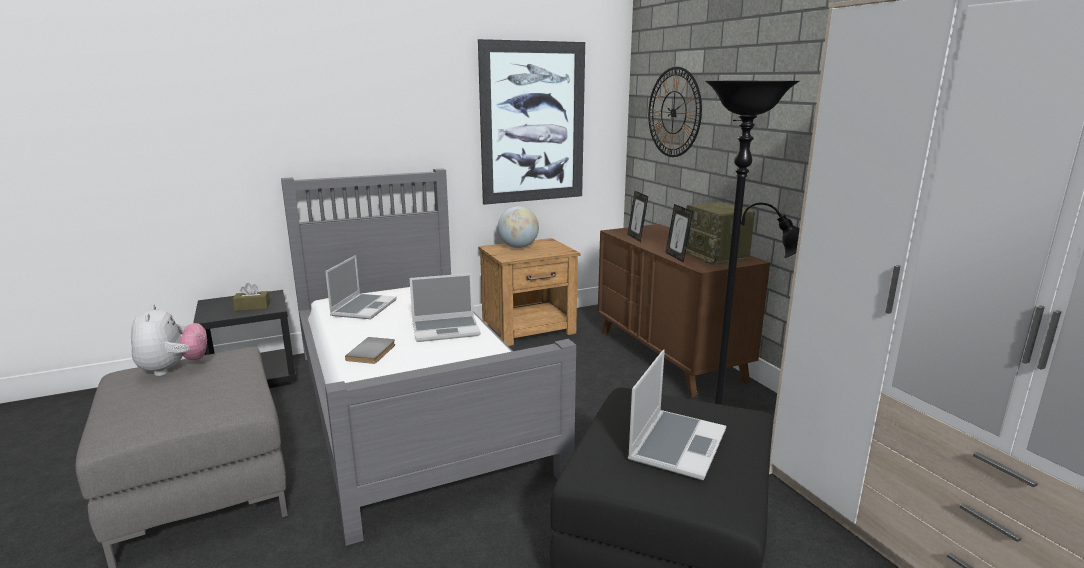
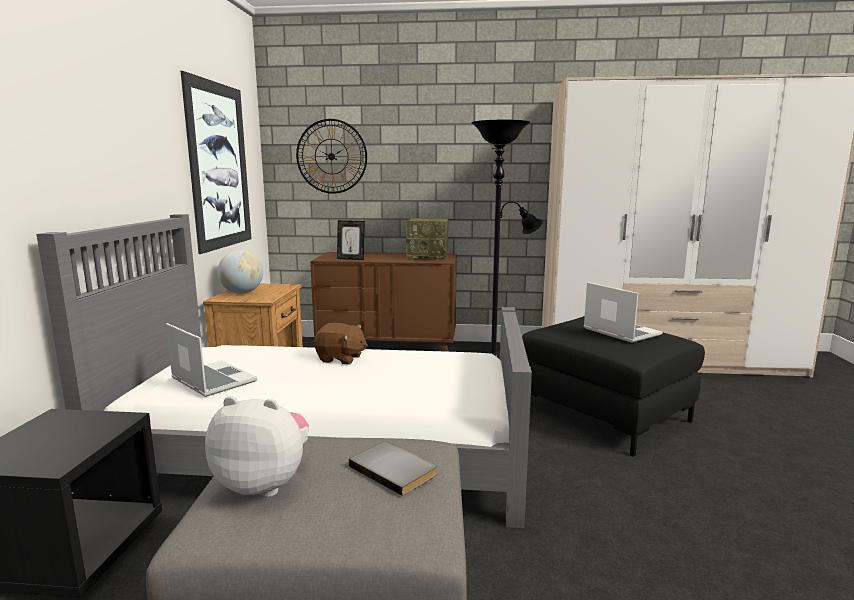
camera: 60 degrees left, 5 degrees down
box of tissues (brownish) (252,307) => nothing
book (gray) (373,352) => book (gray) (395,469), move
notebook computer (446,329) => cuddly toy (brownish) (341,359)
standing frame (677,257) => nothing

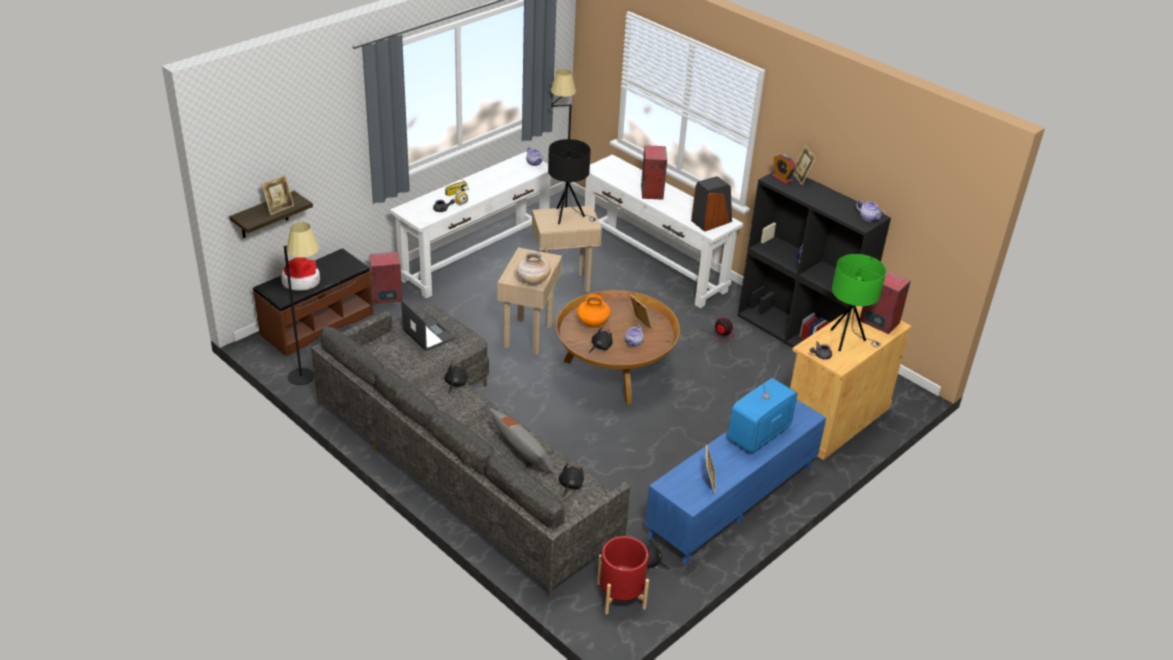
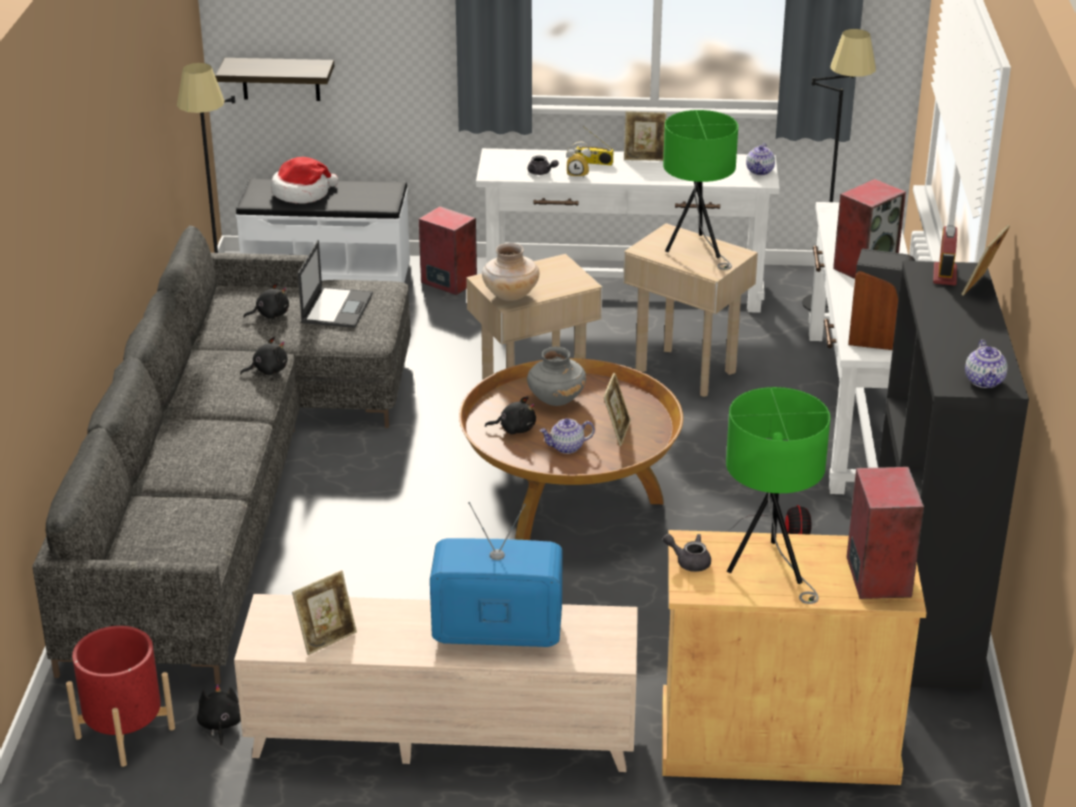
camera: 50 degrees right, 5 degrees down
indoor bench (brownish) (316,323) => indoor bench (whitish) (327,273)
standing frame (279,208) => standing frame (644,157), move
pillow (gray) (522,454) => nothing
lamp for a table (blackish) (568,217) => lamp for a table (green) (697,250)
cuddly toy (blackish) (570,485) => cuddly toy (blackish) (270,315), move
flower vase (orange) (592,323) => flower vase (gray) (556,399)
tv unit (blue) (732,501) => tv unit (beige) (443,733)

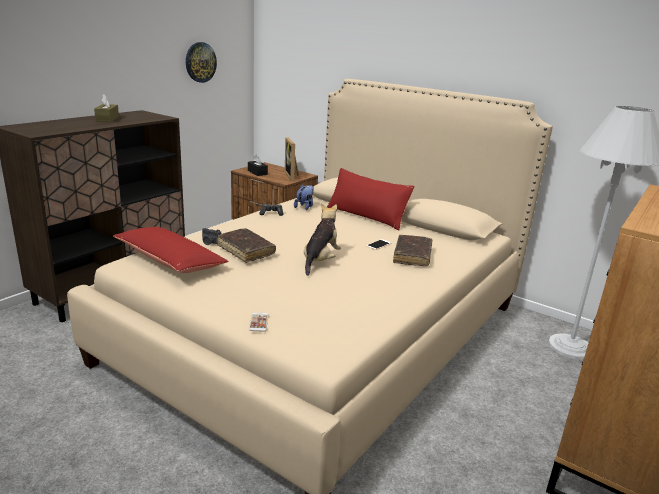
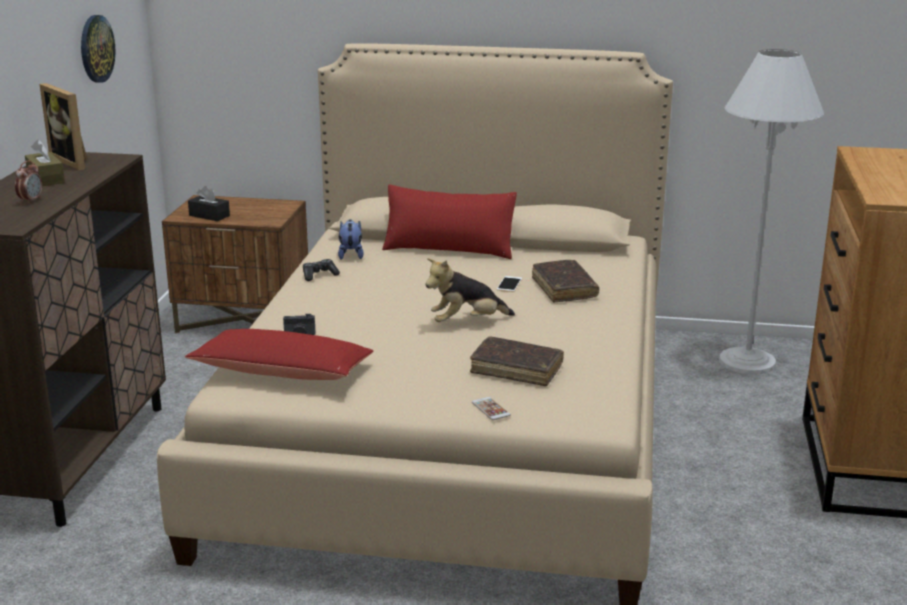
camera: 25 degrees left, 0 degrees up
book (brownish) (246,250) => book (brownish) (516,369), move
standing frame (292,176) => standing frame (74,161), move
cuddly toy (320,261) => cuddly toy (467,322), 105 degrees counterclockwise
nothing => bedside clock (31,201)

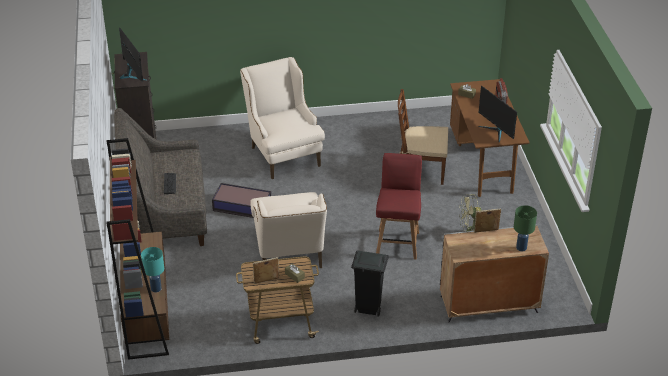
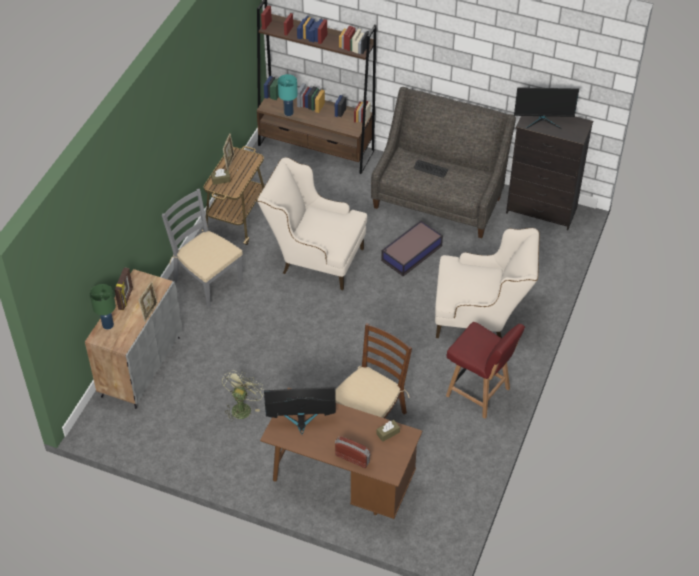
camera: 120 degrees right, 10 degrees up
waste bin (blackish) (368,308) => plain chair (gray) (207,281)
plain chair (red) (397,243) => plain chair (red) (479,393), move
nothing => standing frame (126,299)

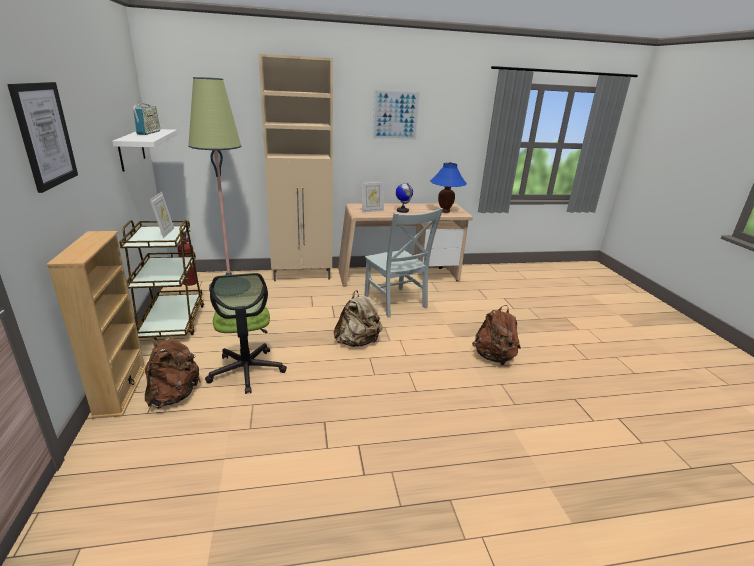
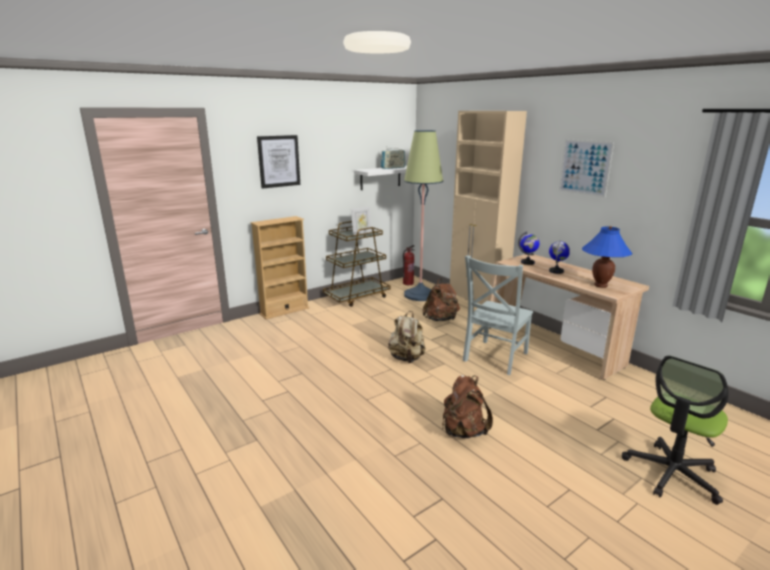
camera: 65 degrees right, 5 degrees down
rucksack (brownish) (174,395) => rucksack (brownish) (441,319), move
computer chair (246,371) => computer chair (671,474), move
standing frame (372,211) => desk globe (527,262)

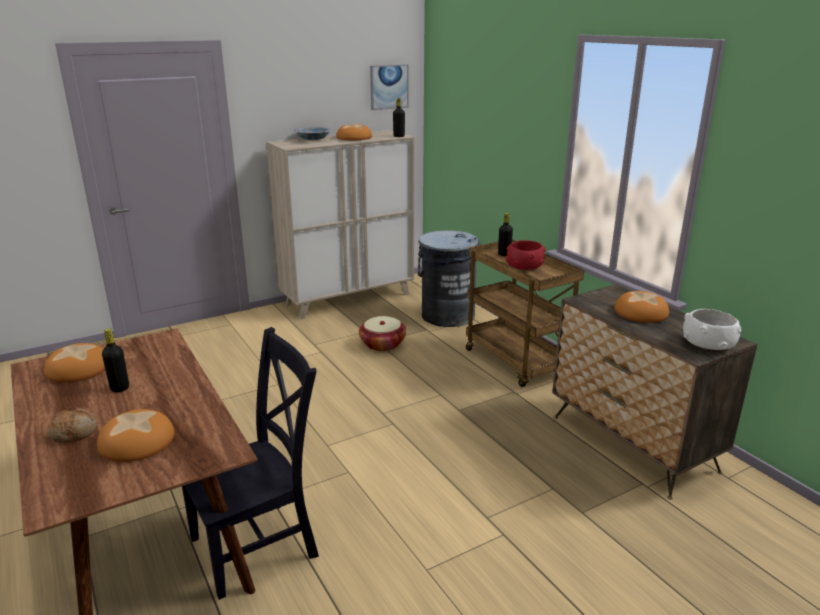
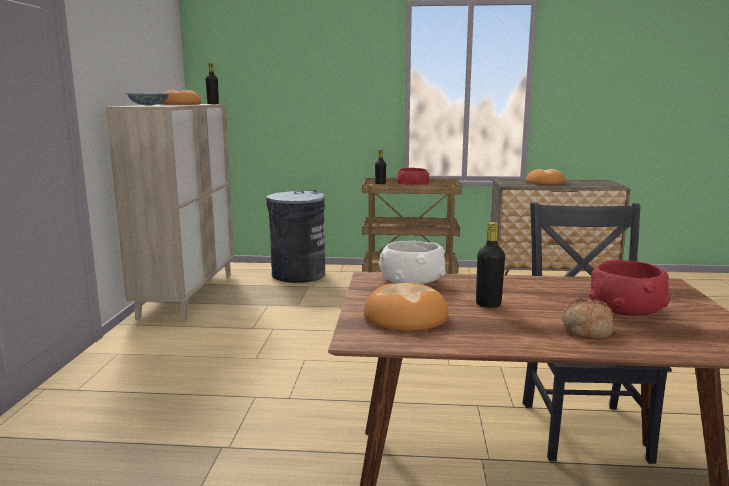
camera: 55 degrees left, 10 degrees down
bakery bread (136,442) => serving bowl (red) (627,309)
basket (382,344) => nothing
wall picture (389,87) => nothing
serving bowl (whitish) (707,344) => serving bowl (whitish) (411,281), move

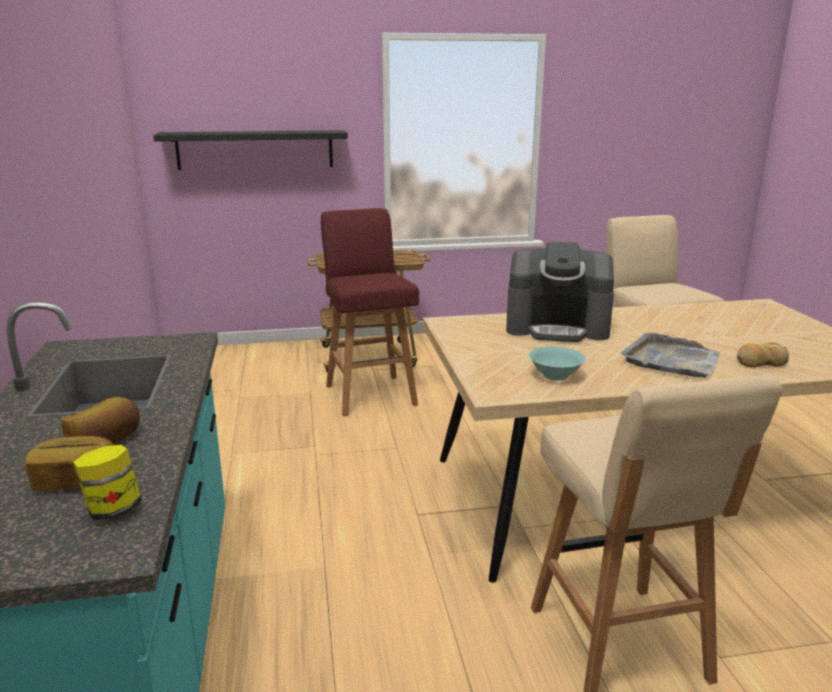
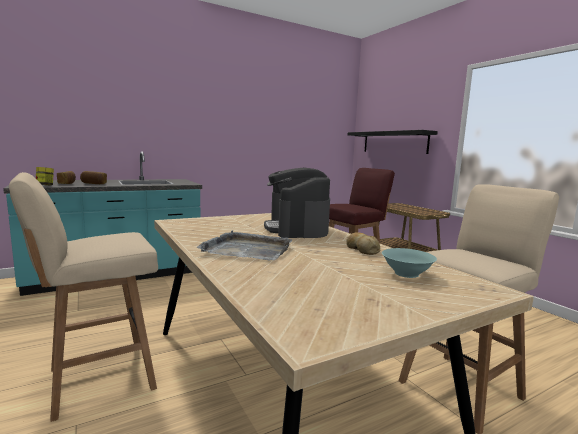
camera: 70 degrees right, 10 degrees down
serving bowl (turquoise) (556,376) => serving bowl (turquoise) (406,274), move
bakery bread (760,363) => bakery bread (362,249), move

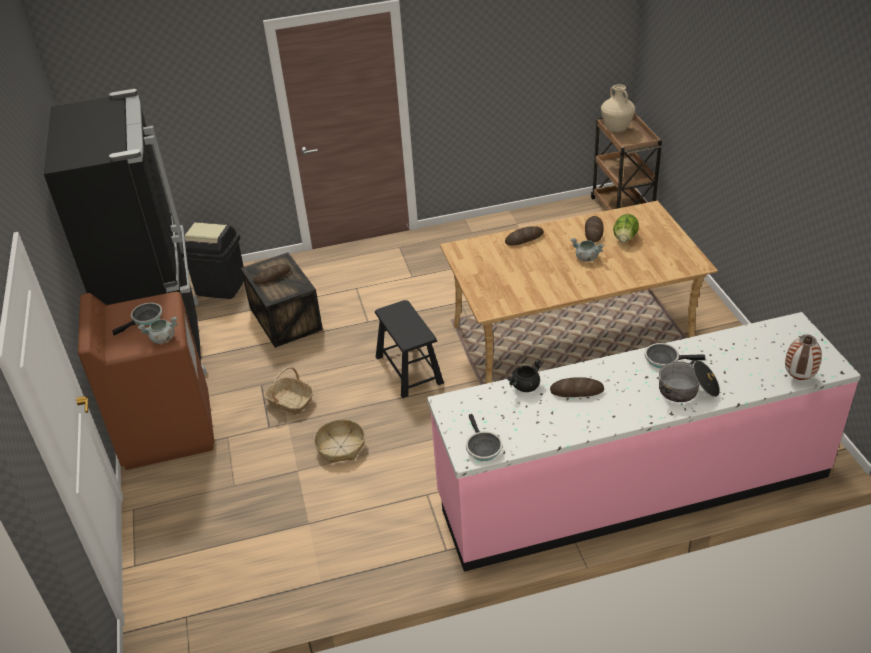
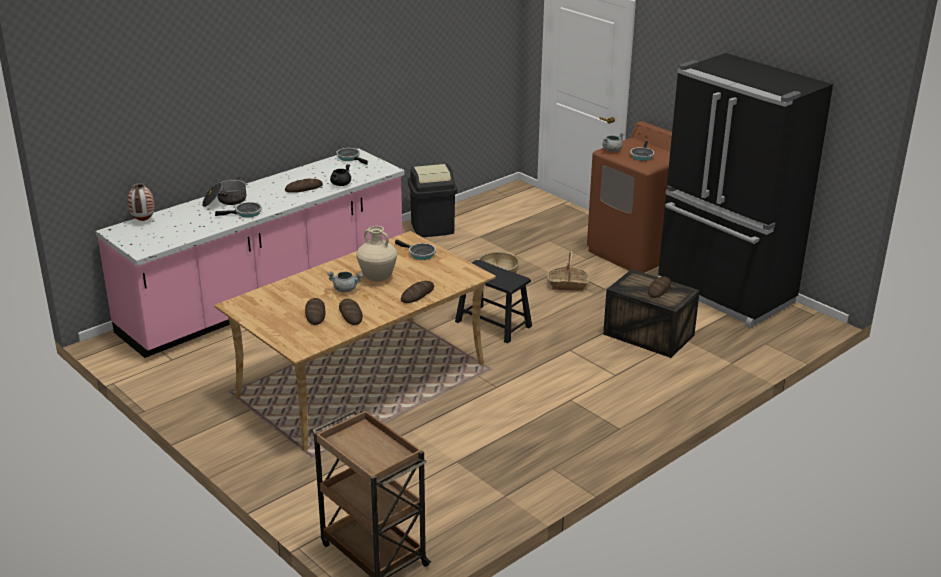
camera: 150 degrees right, 10 degrees down
waste bin (blackish) (220,286) => waste bin (blackish) (432,228), move
flower vase (beige) (616,129) => flower vase (beige) (378,278), move
head of lettuce (625,238) => bakery bread (315,314)
nothing => skillet (420,254)

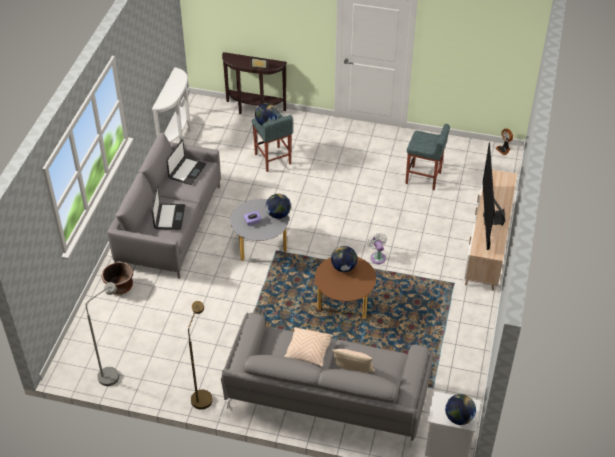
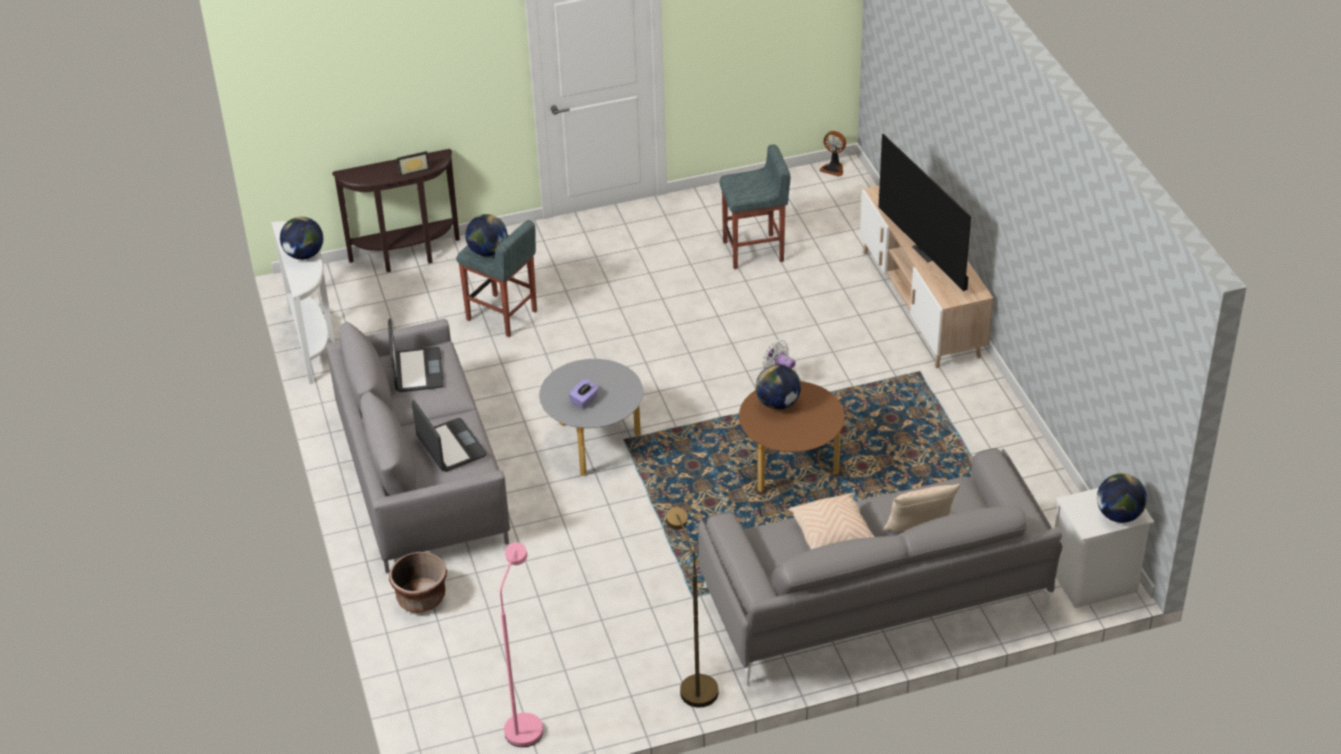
camera: 30 degrees left, 5 degrees down
floor lamp (gray) (112,373) => floor lamp (pink-coloured) (525,723)
desk globe (278,215) => desk globe (304,255), move

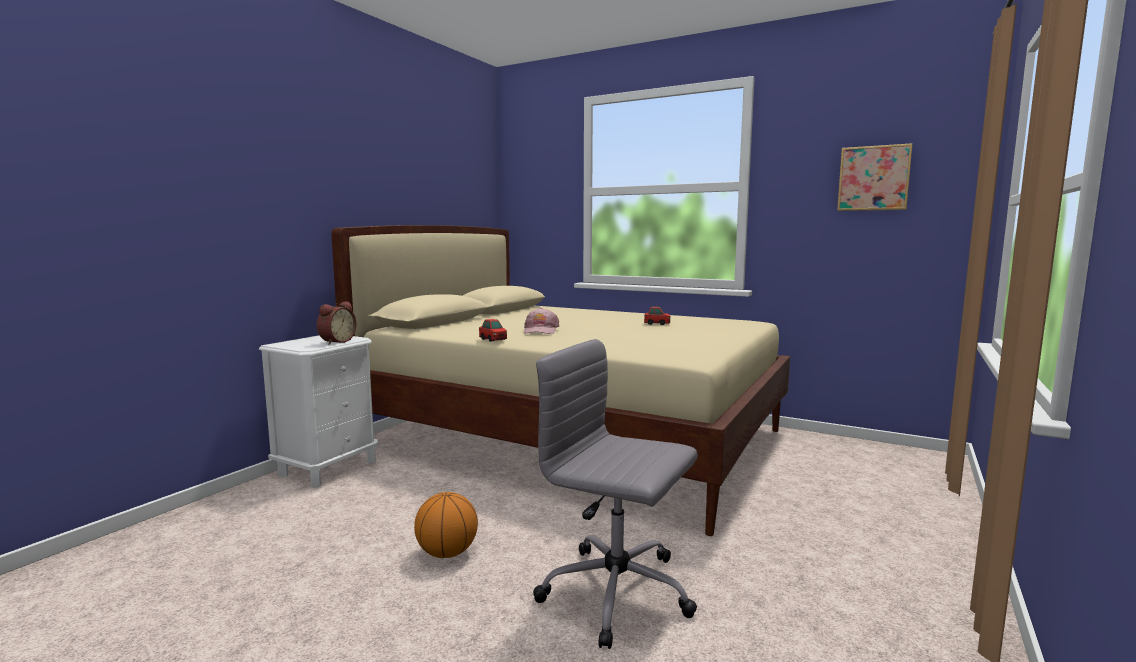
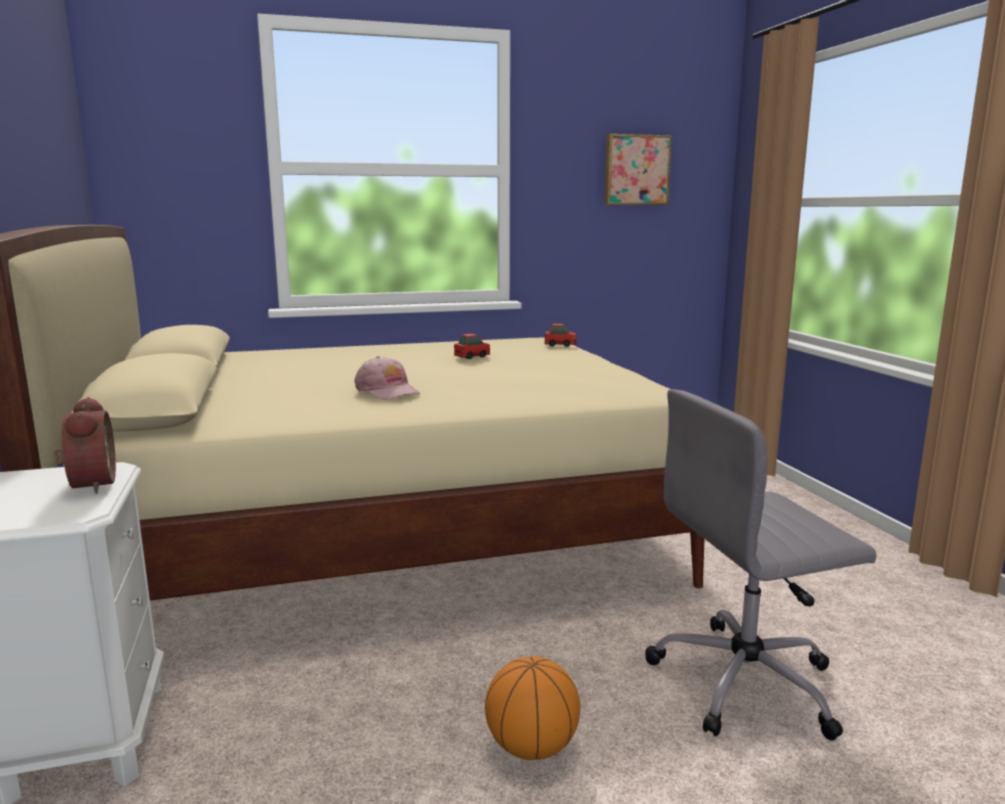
camera: 45 degrees left, 5 degrees up
miniature car (493,339) => miniature car (560,345), move

